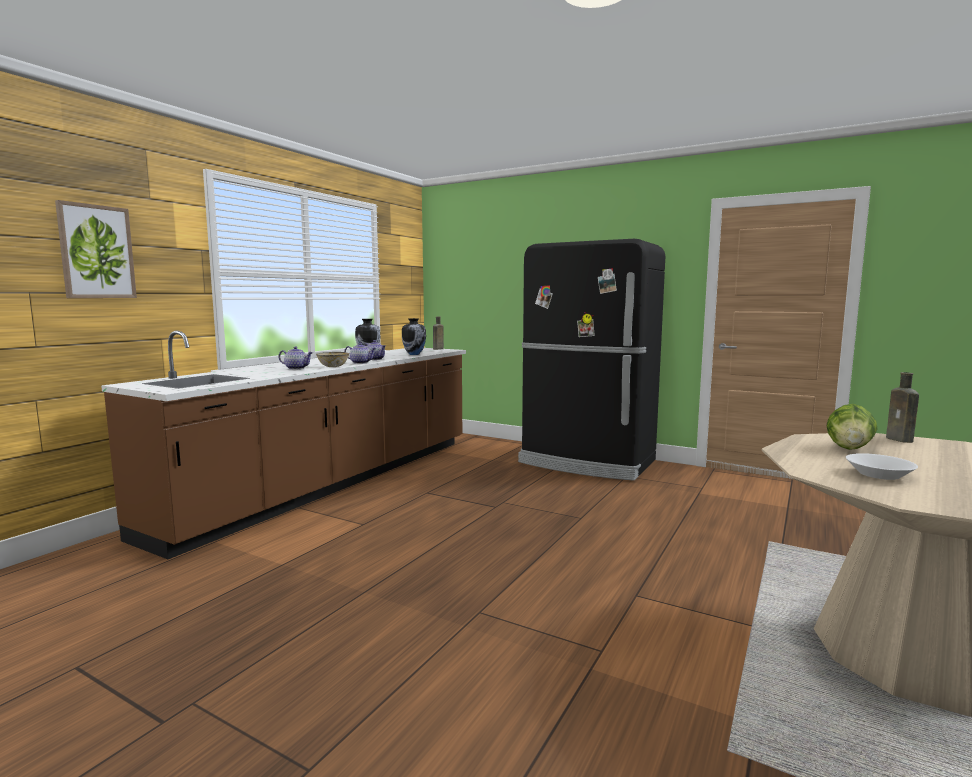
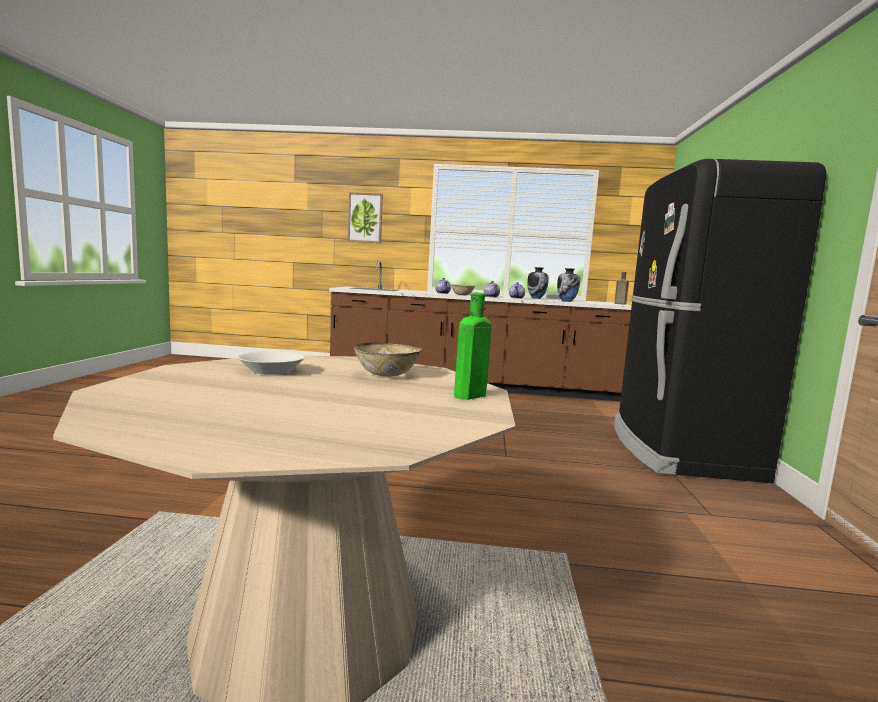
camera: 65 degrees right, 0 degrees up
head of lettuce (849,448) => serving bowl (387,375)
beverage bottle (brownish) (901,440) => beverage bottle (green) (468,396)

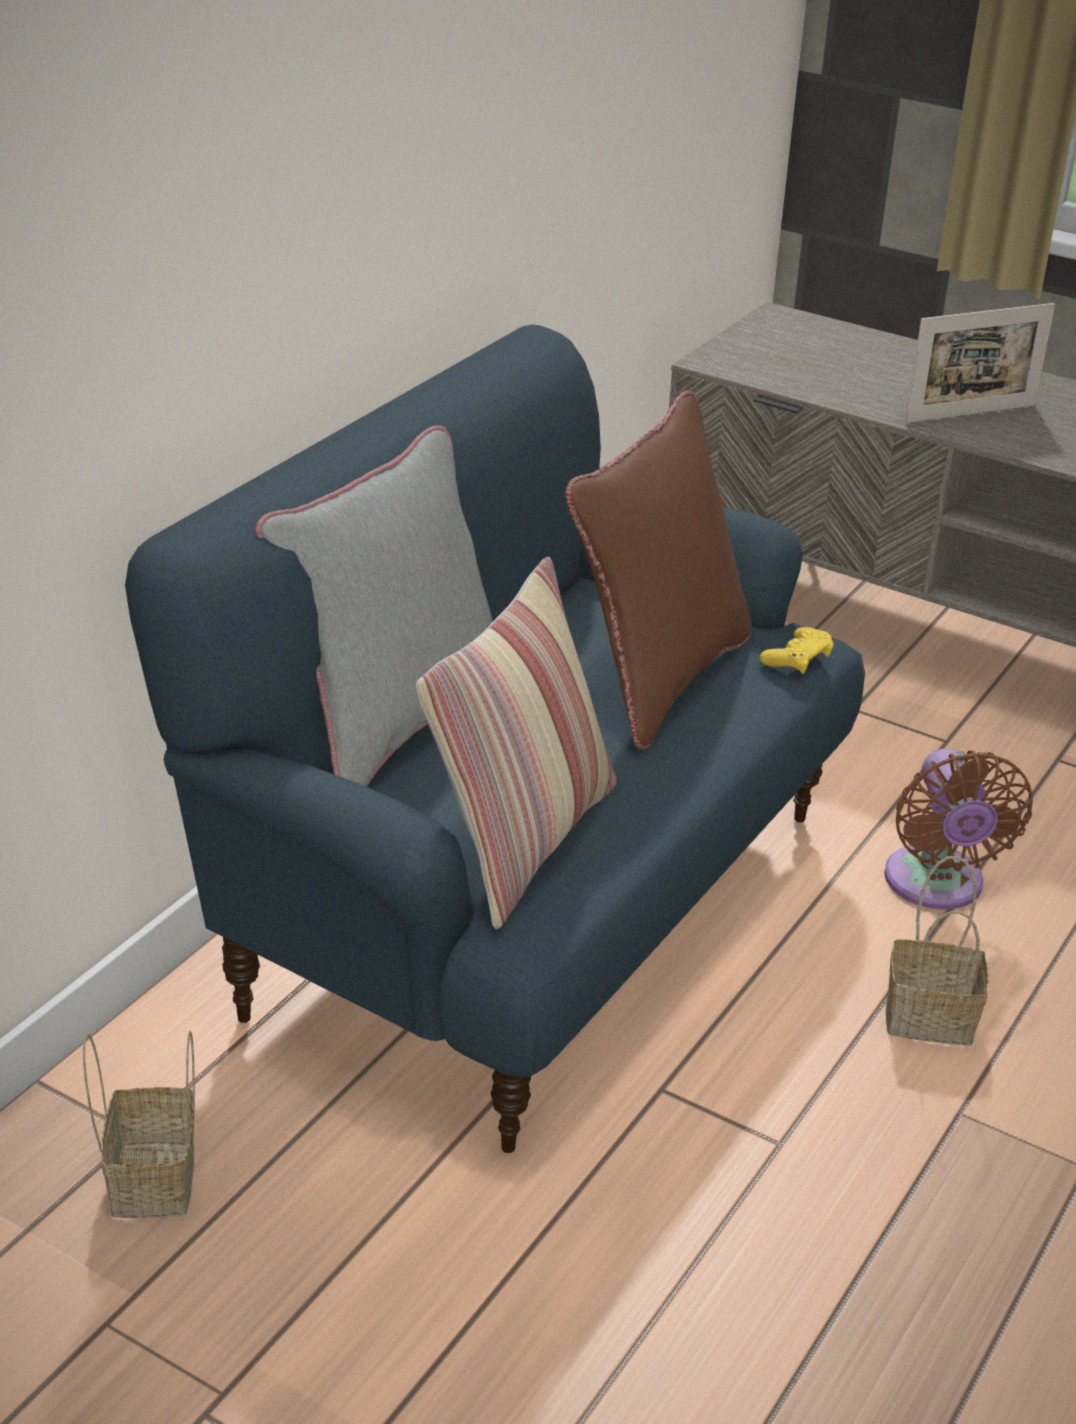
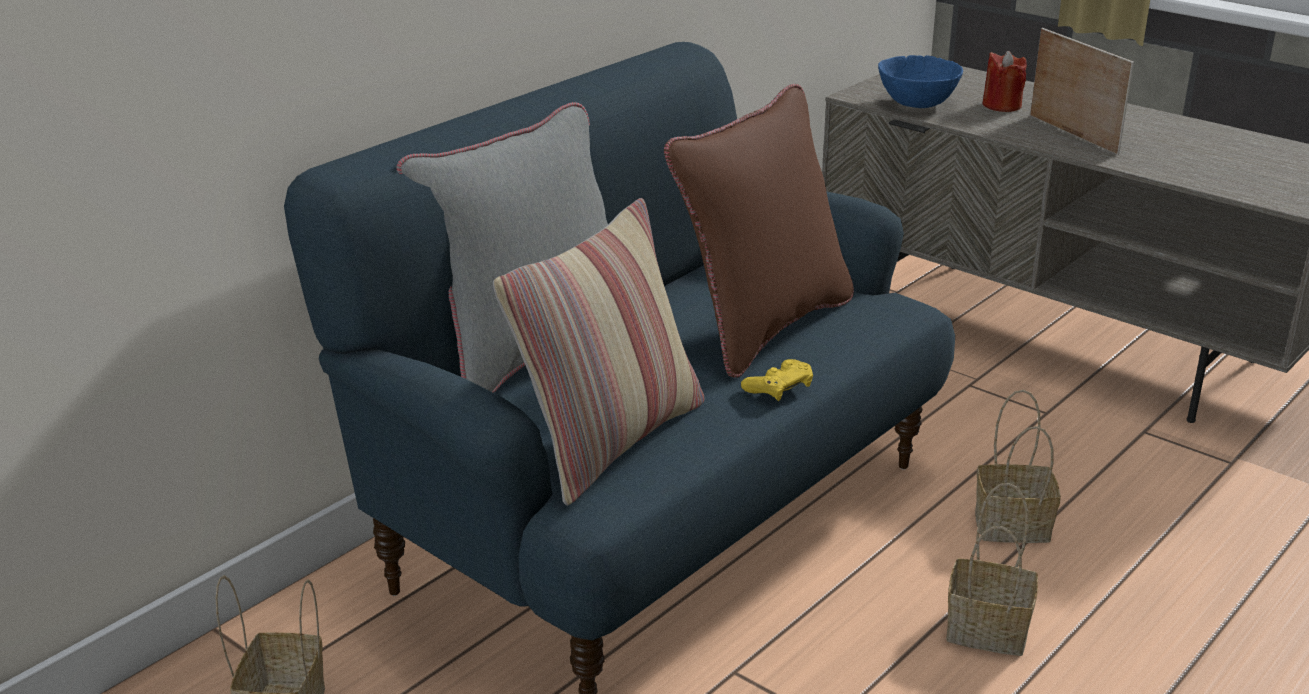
camera: 10 degrees right, 5 degrees down
gamepad (yellow-coloured) (797,658) => gamepad (yellow-coloured) (779,387), move
electric fan (brownish) (936,886) => basket (1014,525)
standing frame (970,413) => standing frame (1073,134), 105 degrees counterclockwise
nothing => serving bowl (blue) (917,103)
nothing => wax candle (red) (1001,105)

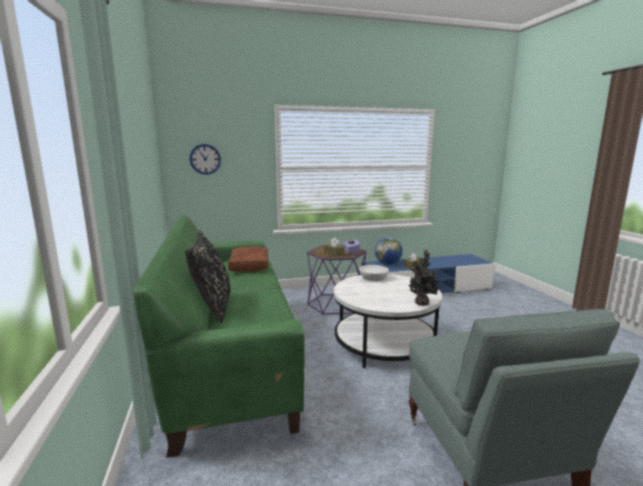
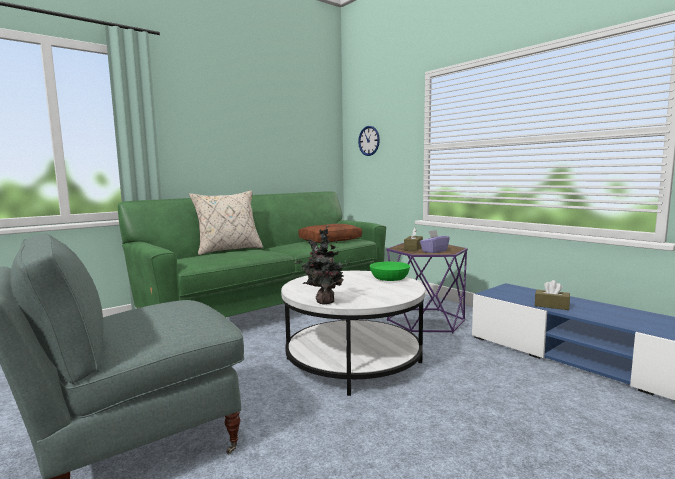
camera: 65 degrees right, 5 degrees down
pillow (blackish) (212,307) => pillow (beige) (228,250)
serving bowl (whitish) (373,278) => serving bowl (green) (389,277)
desk globe (388,264) => nothing

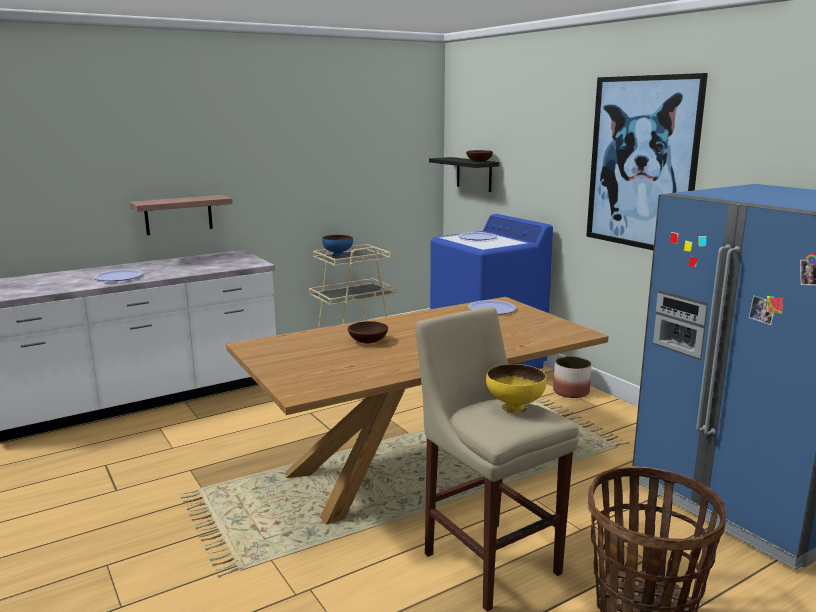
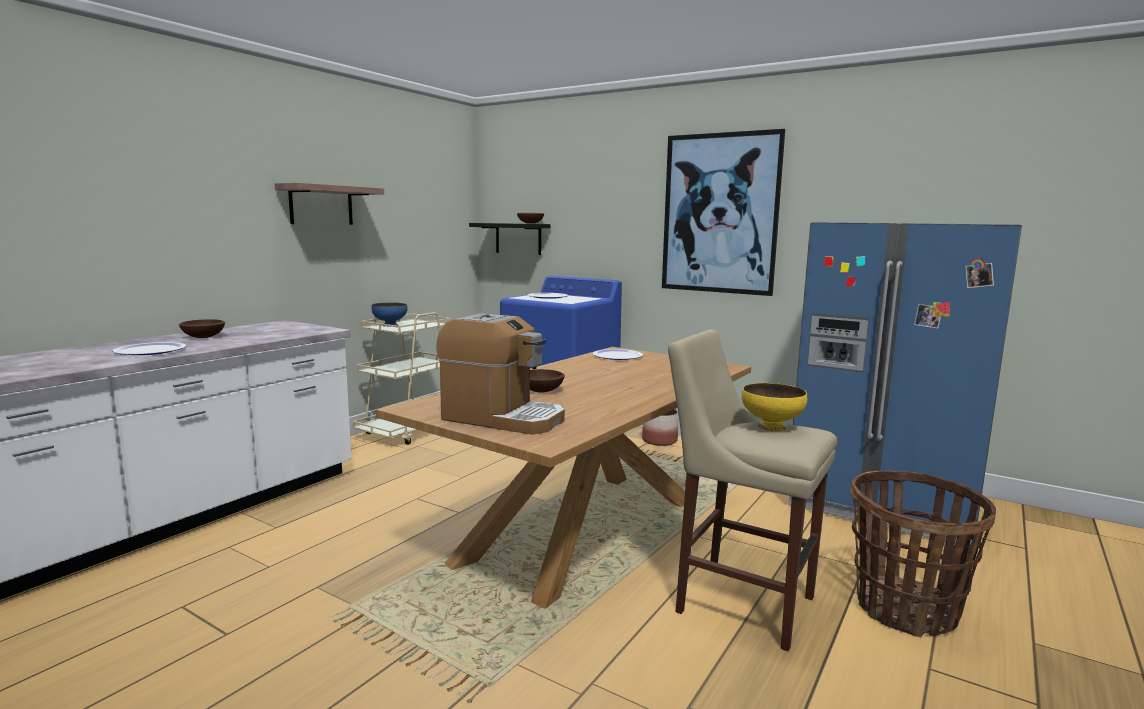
camera: 25 degrees left, 5 degrees down
wall shelf (178,215) => wall shelf (321,205), move
nothing => serving bowl (brownish) (202,337)
nothing => coffee maker (502,418)

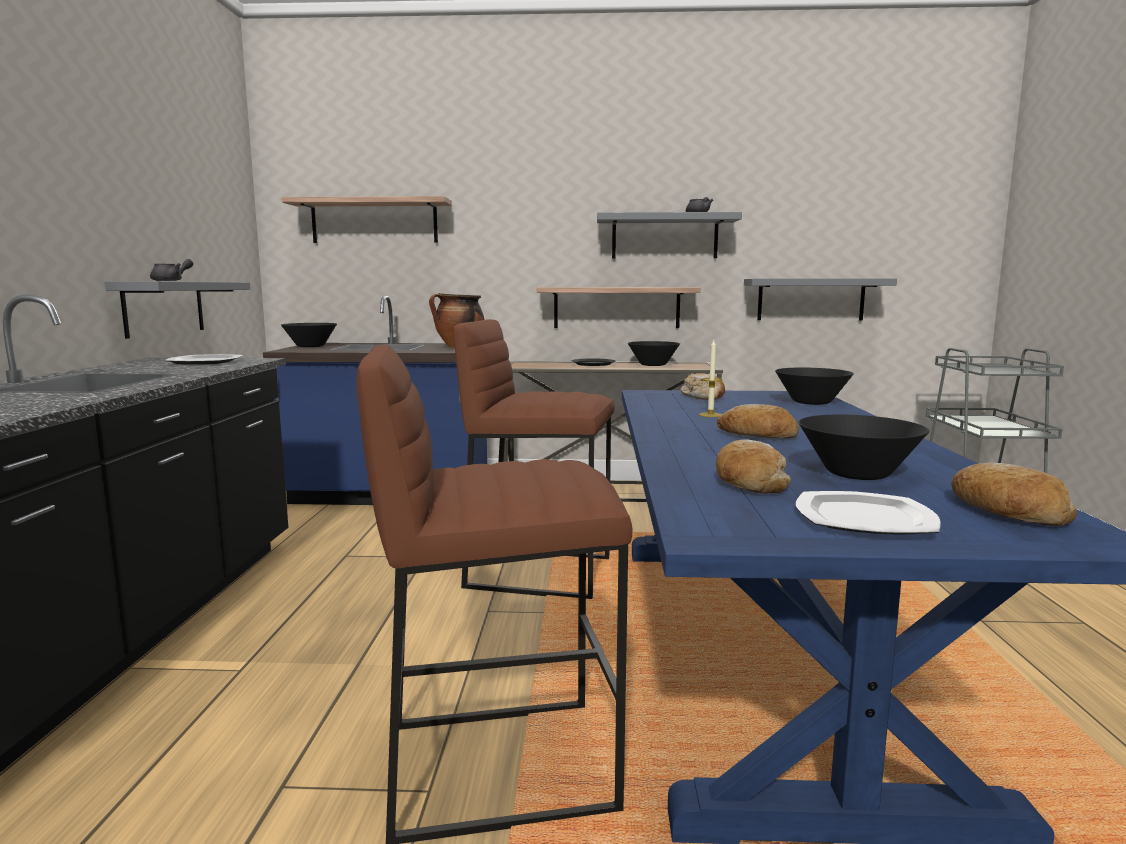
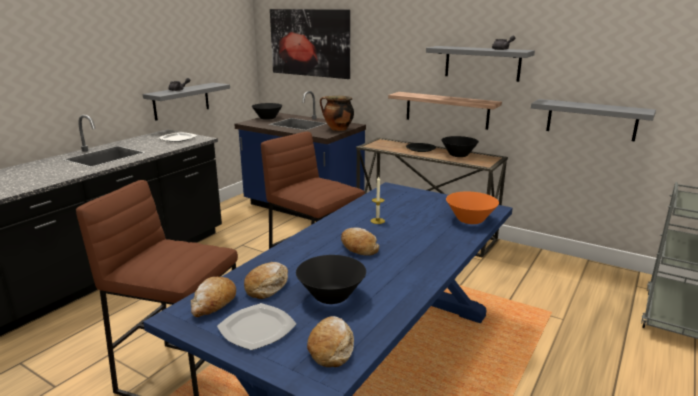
camera: 30 degrees right, 10 degrees up
wall shelf (374,221) => wall picture (310,43)
bakery bread (704,397) => bakery bread (213,303), move
serving bowl (blackish) (812,402) => serving bowl (orange) (470,220)

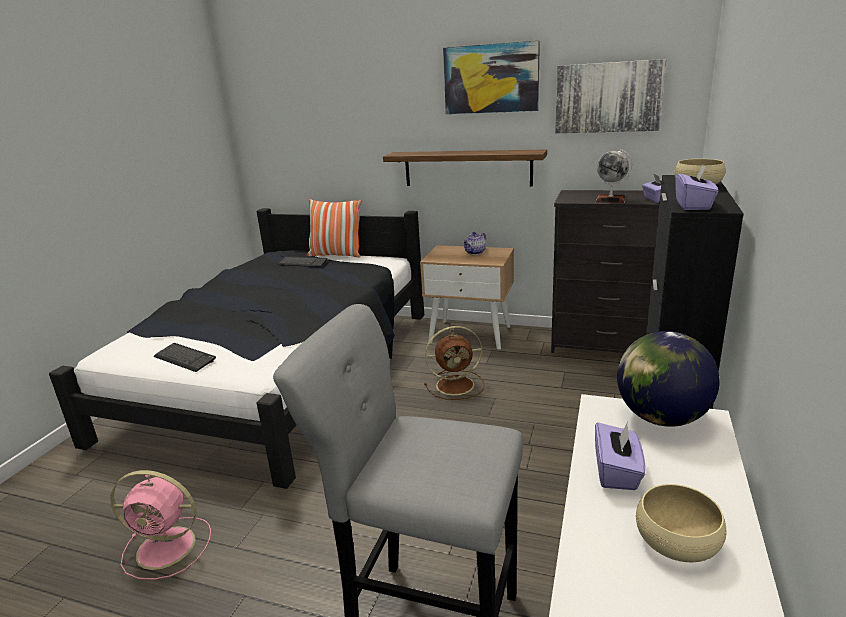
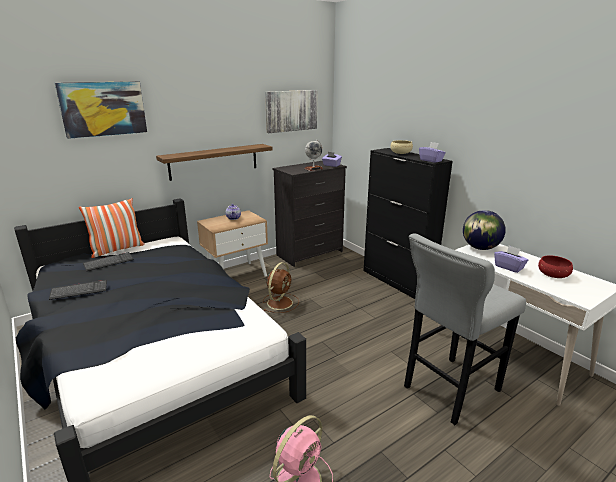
camera: 55 degrees left, 0 degrees up
keyboard (185,358) => keyboard (79,291), move
wall picture (491,79) => wall picture (103,109), move
serving bowl (beige) (677,541) => serving bowl (red) (553,274)

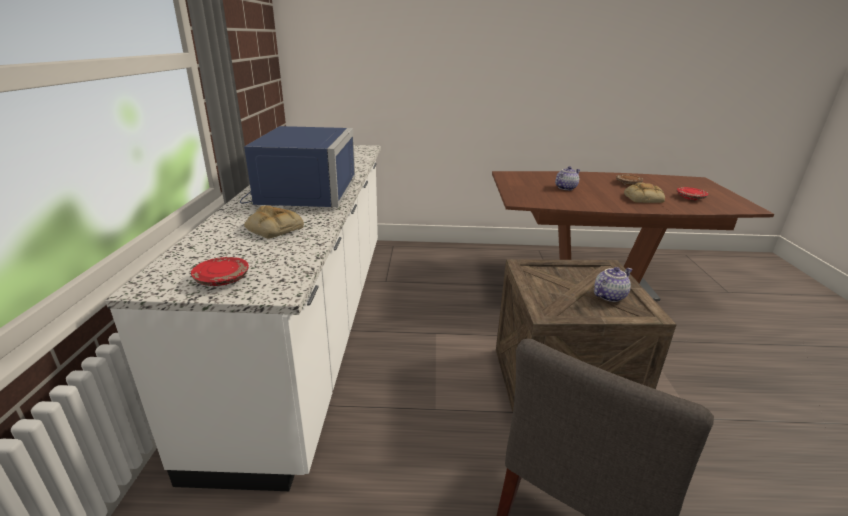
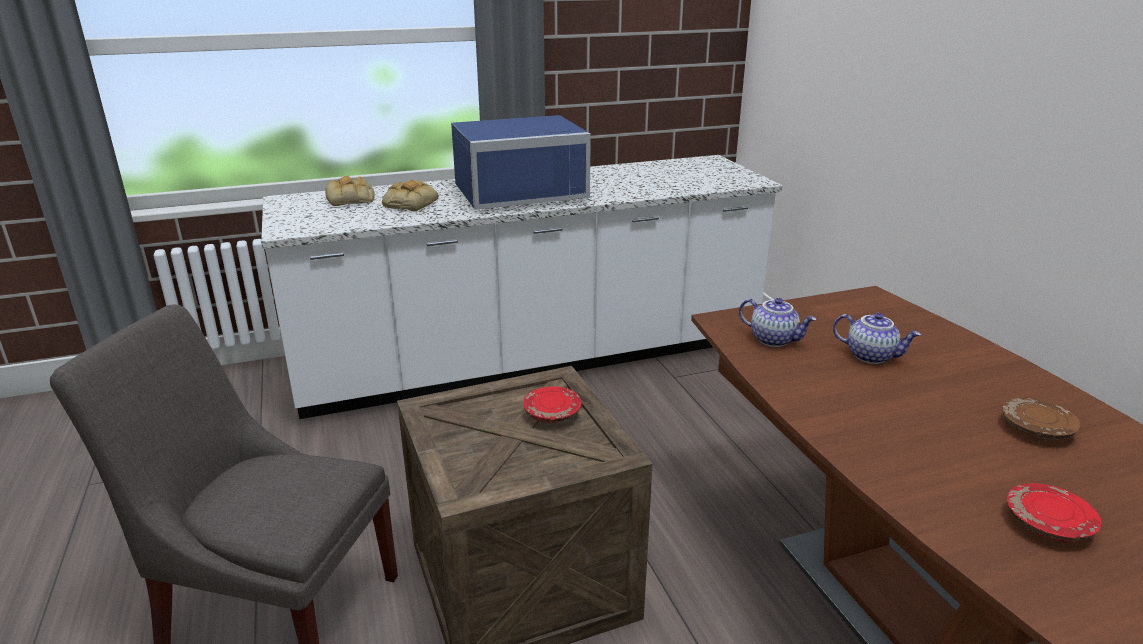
camera: 70 degrees right, 0 degrees up
plate (red) (222,279) => plate (red) (552,413), move
pot for tea (609,295) => pot for tea (774,339), move
bakery bread (643,198) => bakery bread (351,199), move

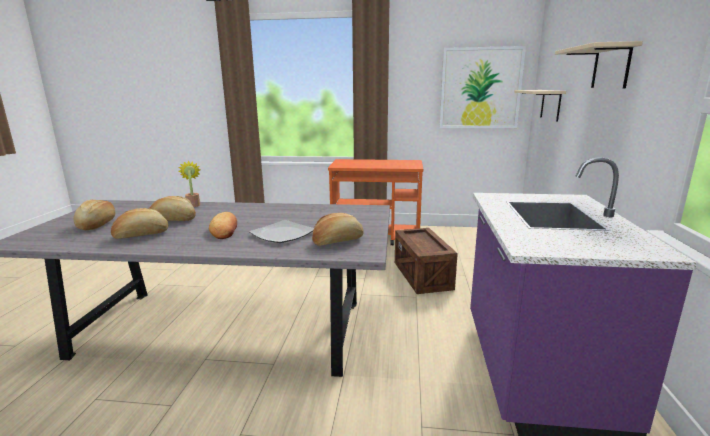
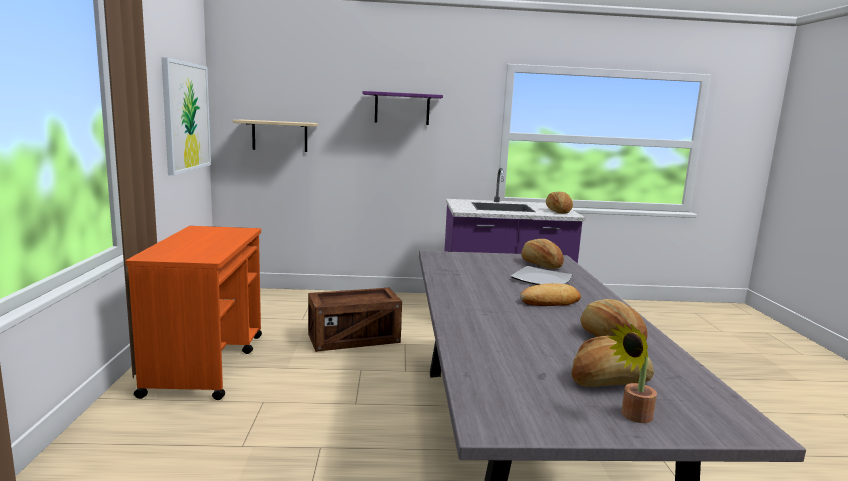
camera: 100 degrees left, 5 degrees down
bakery bread (173,220) => bakery bread (558,211), move
potted plant (193,204) => potted plant (632,416), move
wall shelf (beige) (611,67) => wall shelf (purple-coloured) (402,108)

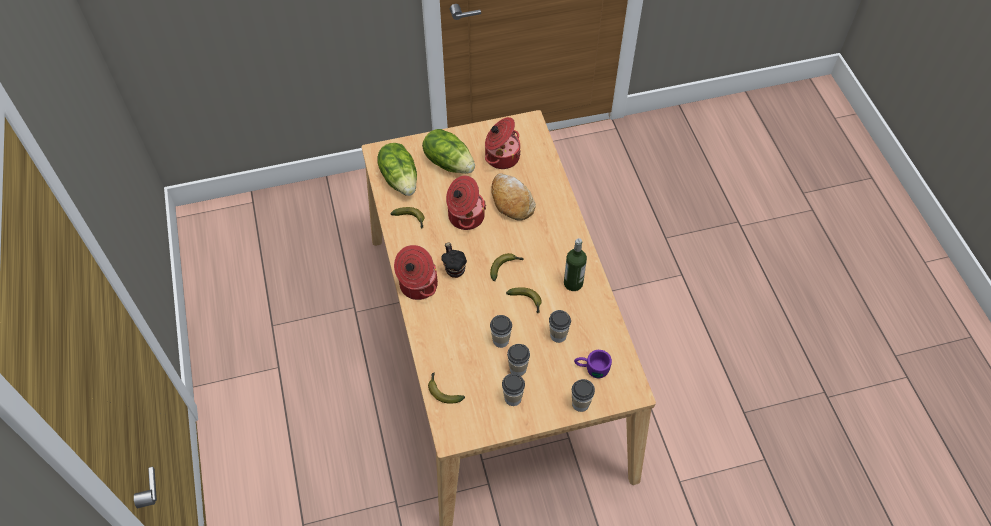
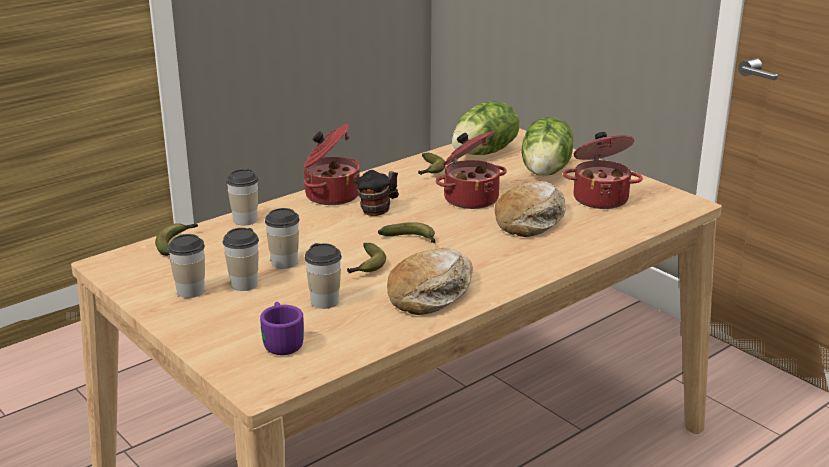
camera: 65 degrees right, 30 degrees down
beverage bottle (573,283) => bakery bread (431,293)
drinking cup (580,404) => drinking cup (245,220), move

